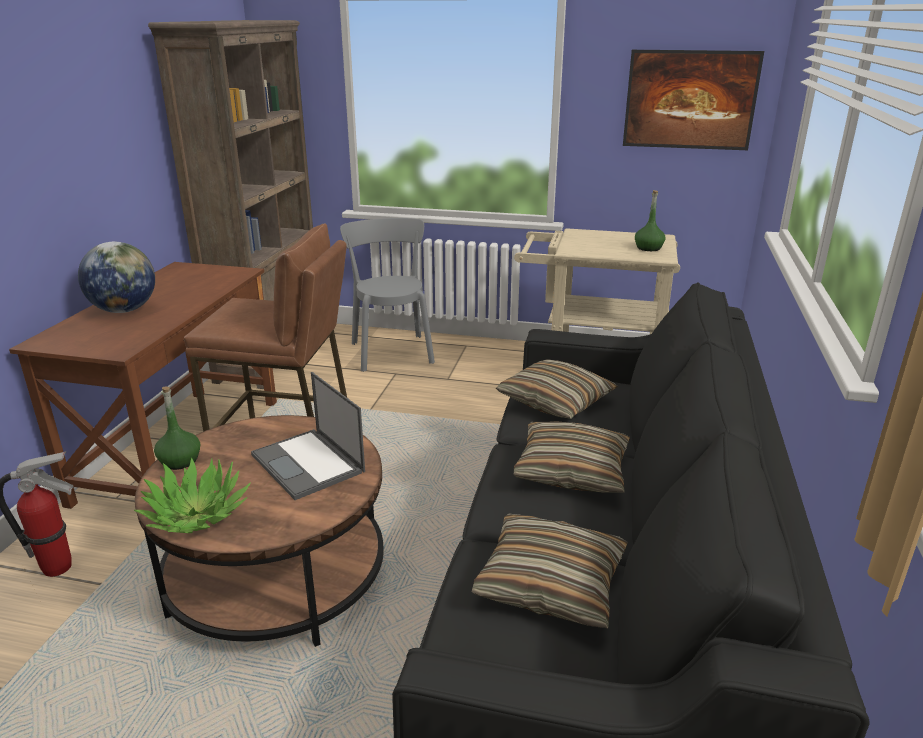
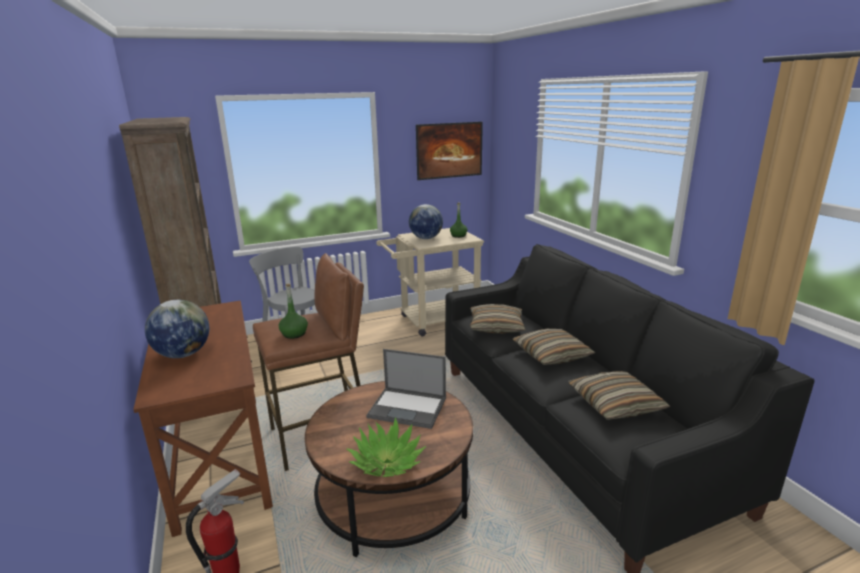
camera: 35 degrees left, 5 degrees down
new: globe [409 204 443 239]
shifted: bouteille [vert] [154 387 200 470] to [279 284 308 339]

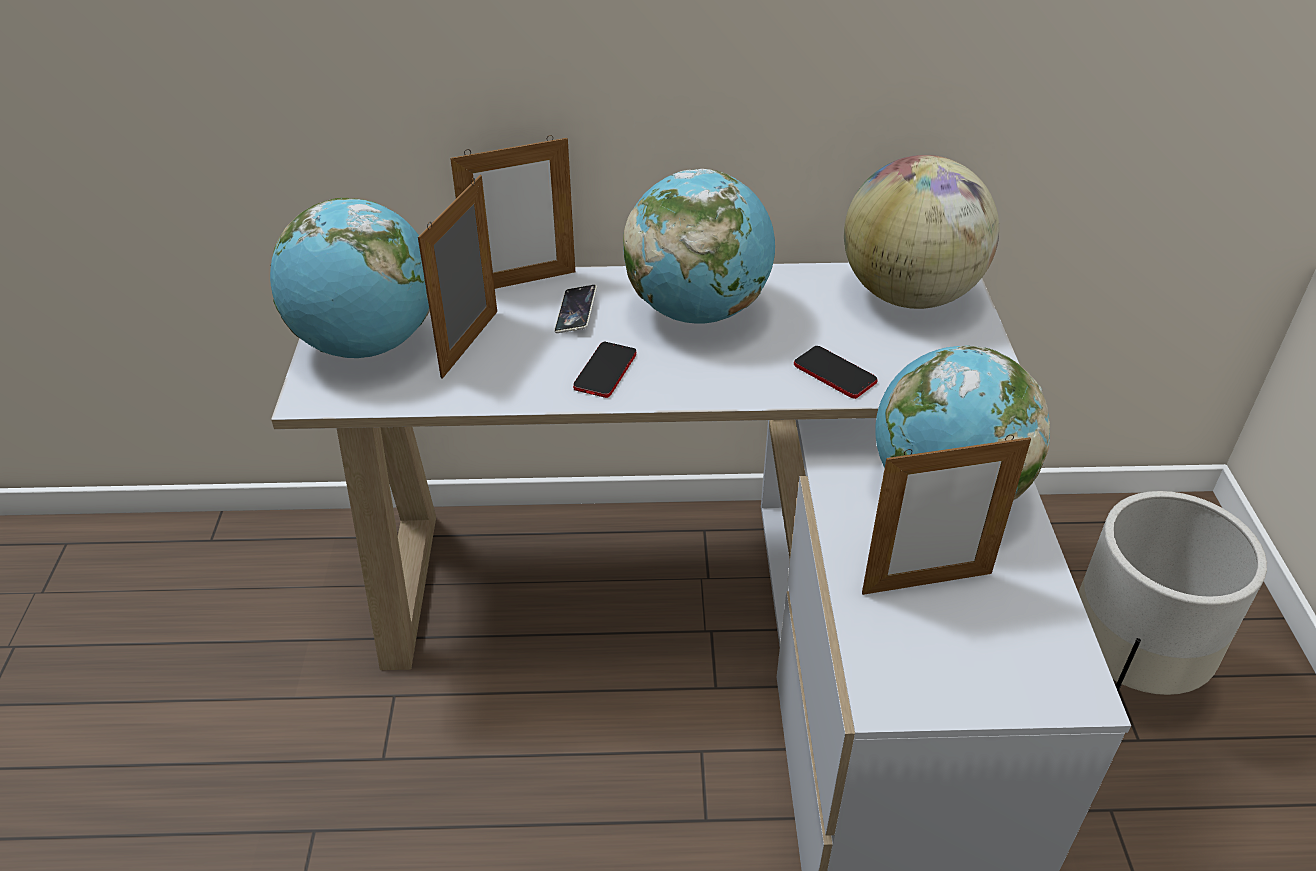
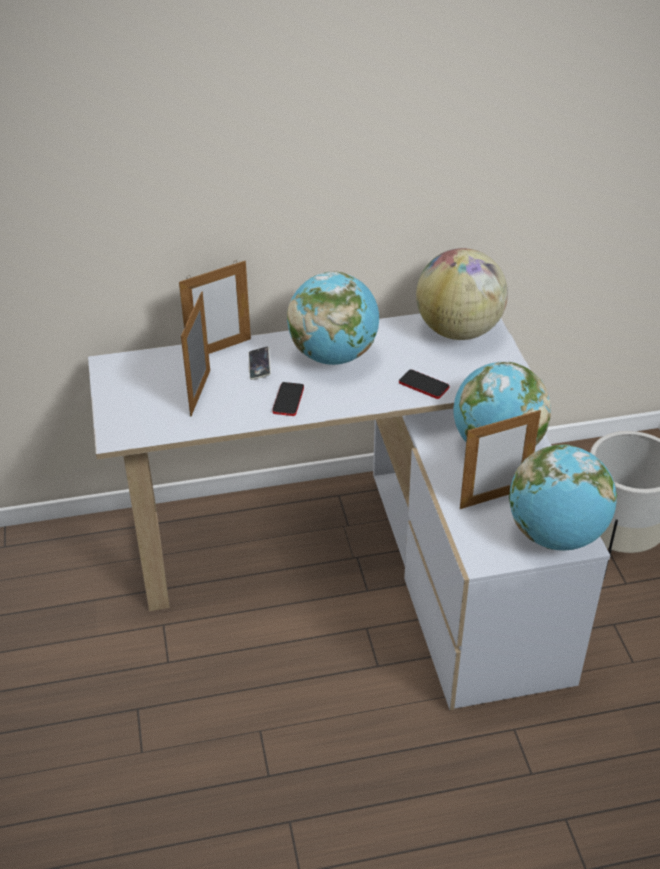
camera: 10 degrees left, 0 degrees up
shifted: globe [270 198 430 358] to [509 445 617 550]

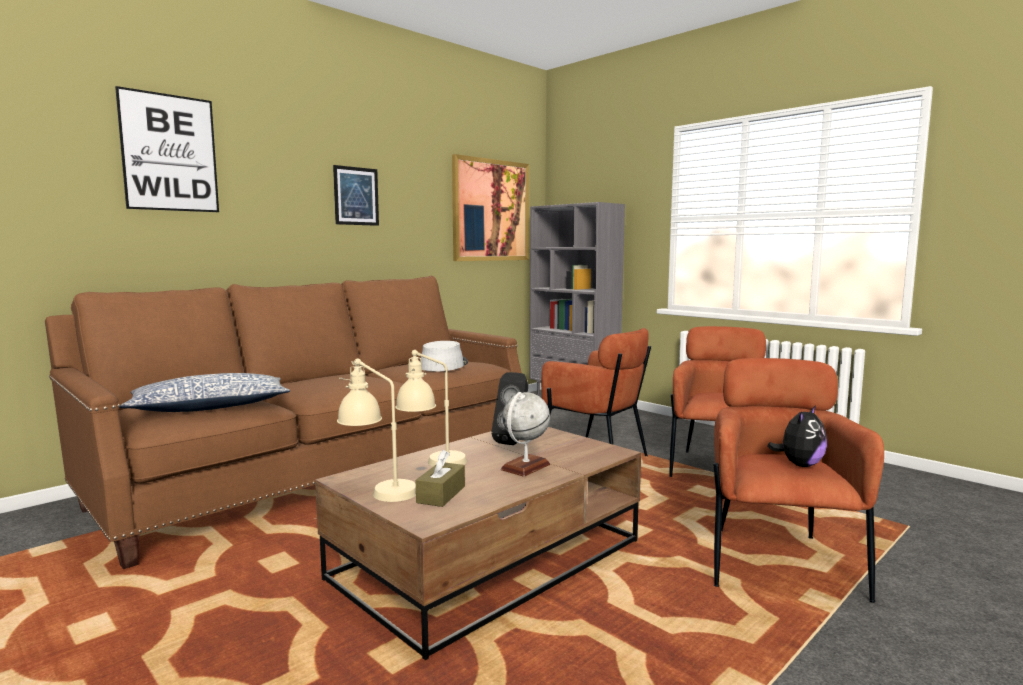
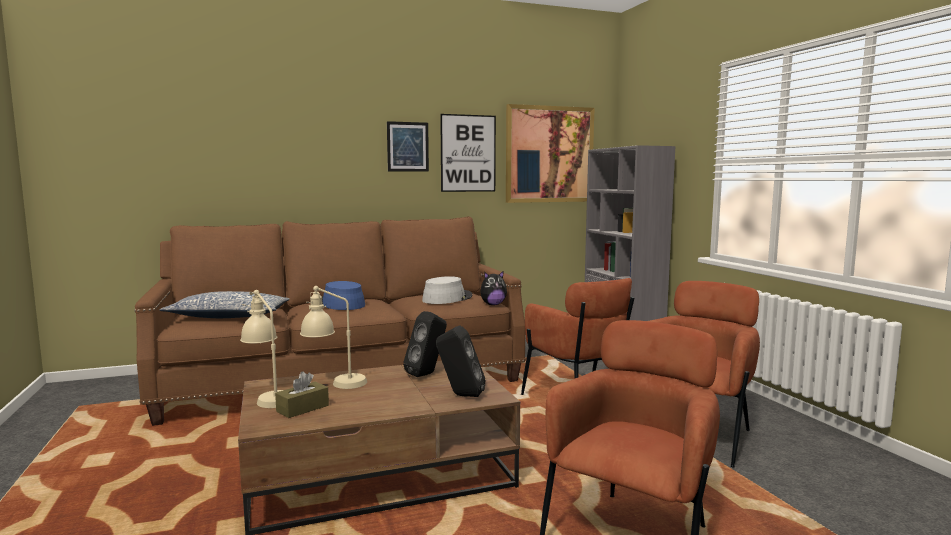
camera: 25 degrees right, 0 degrees up
gone: globe [501 392 550 477]
new: chapeau [bleu] [322 281 365 310]; enceinte [noir] [436 325 486 397]
shifted: tableau [115 86 219 212] to [440 114 496 192]; peluche [767 405 827 467] to [480 271 507 305]

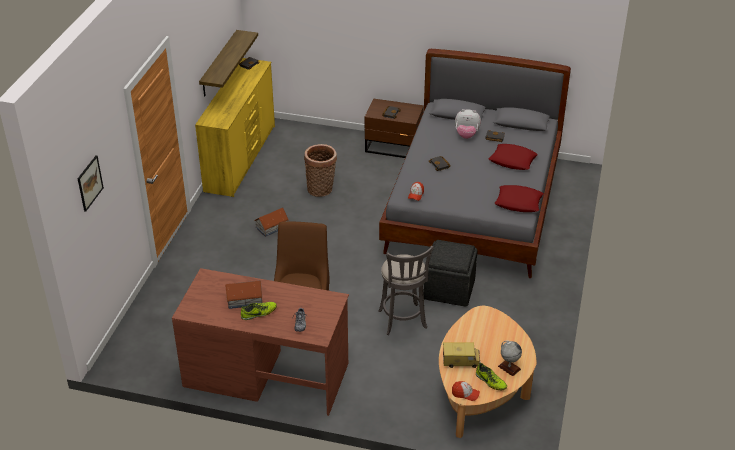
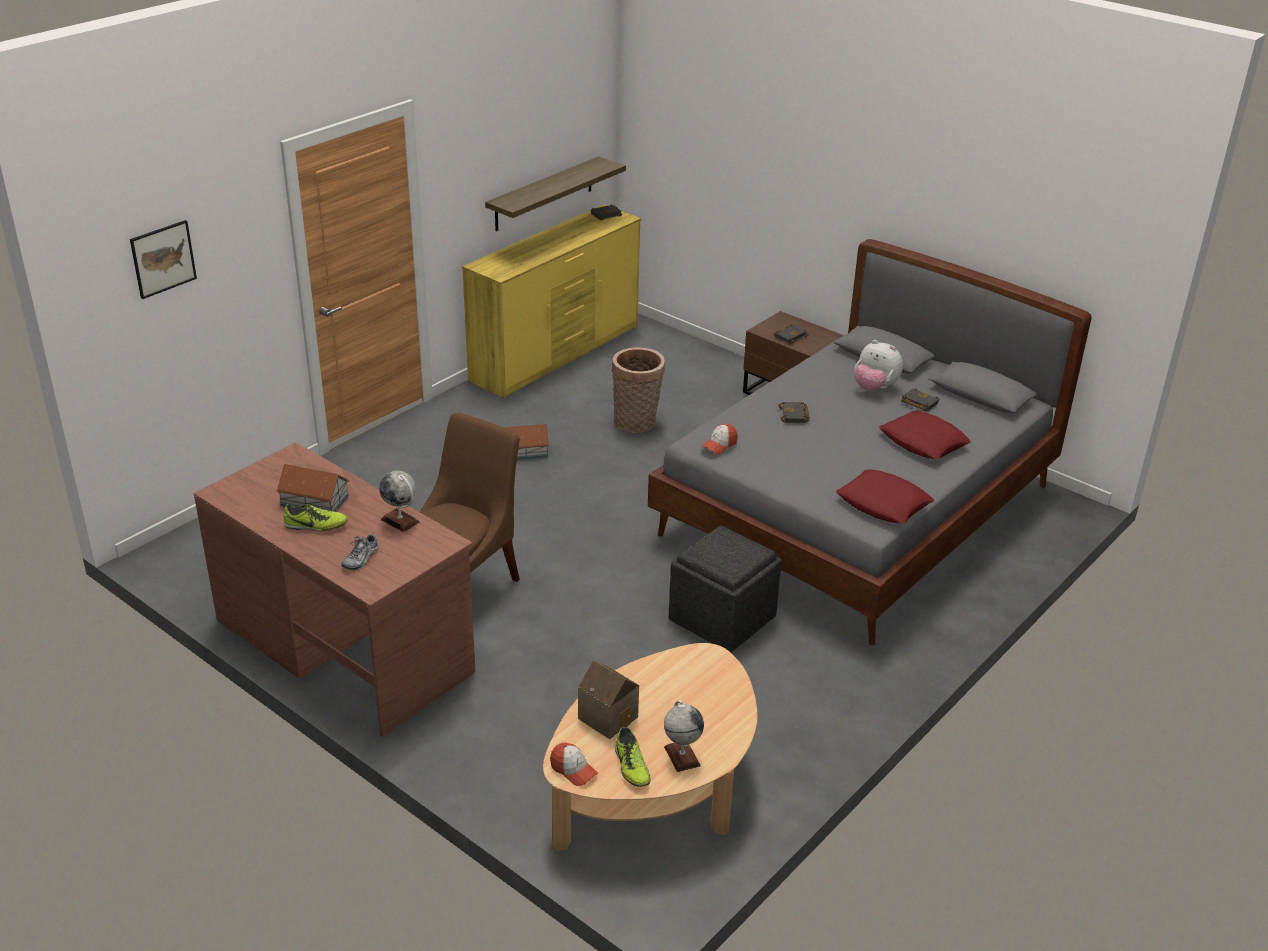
camera: 25 degrees right, 5 degrees down
gone: tabouret [gris] [378 246 433 335]
new: globe [379 471 420 532]
swapped: camion jouet [443 342 481 368] to maison miniature [578 660 639 739]

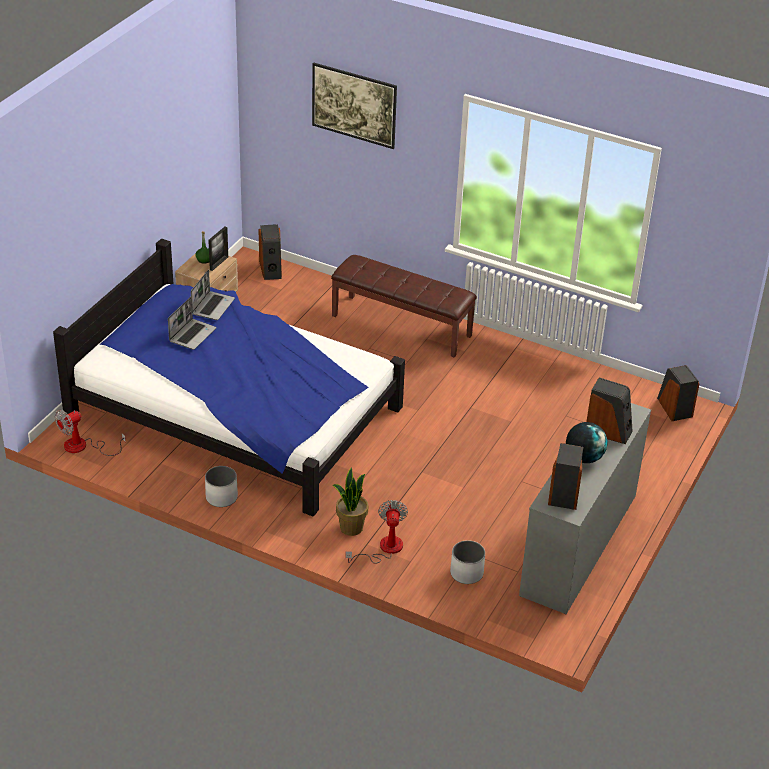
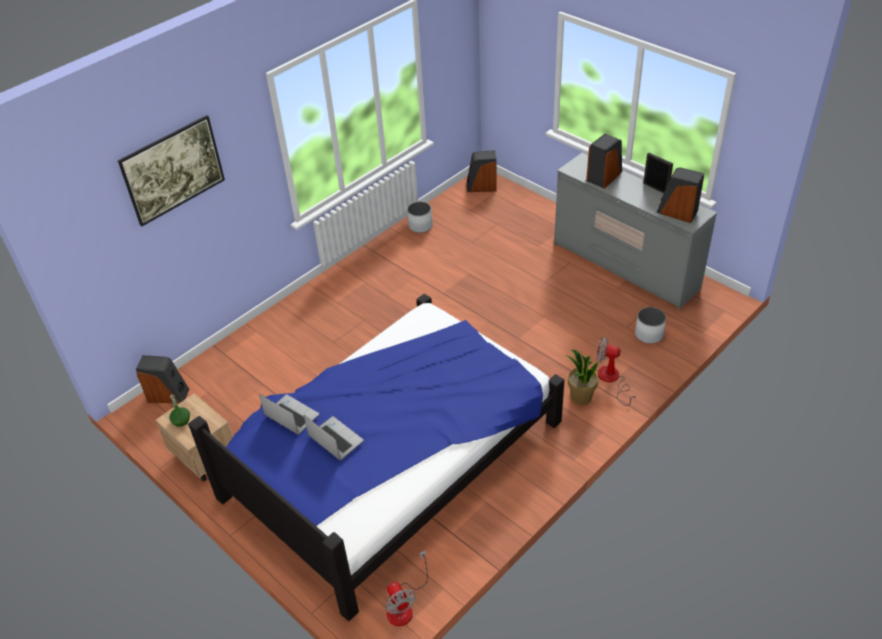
camera: 70 degrees left, 5 degrees up
gone: banc [marron] [331 255 477 357]; globe [566 422 608 463]
shifted: cache-pot [blanc] [205 466 238 507] to [407 202 433 233]; cadre photo [208 226 228 271] to [643 153 673 193]

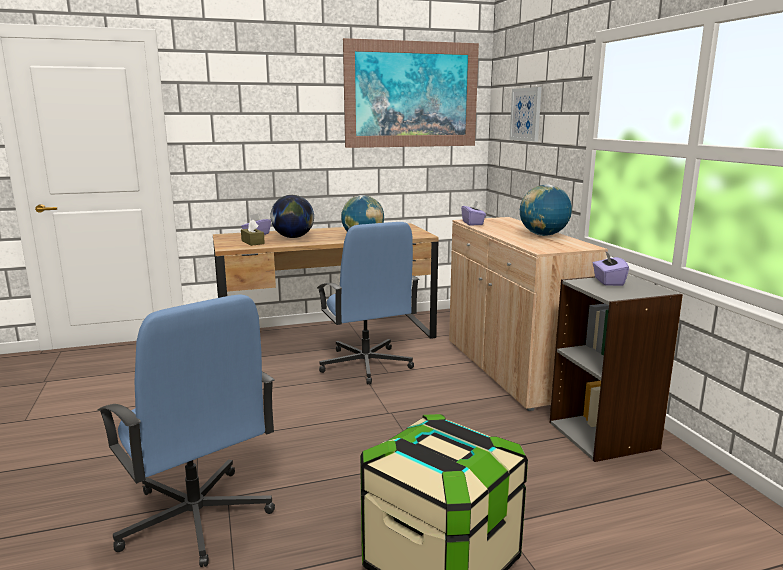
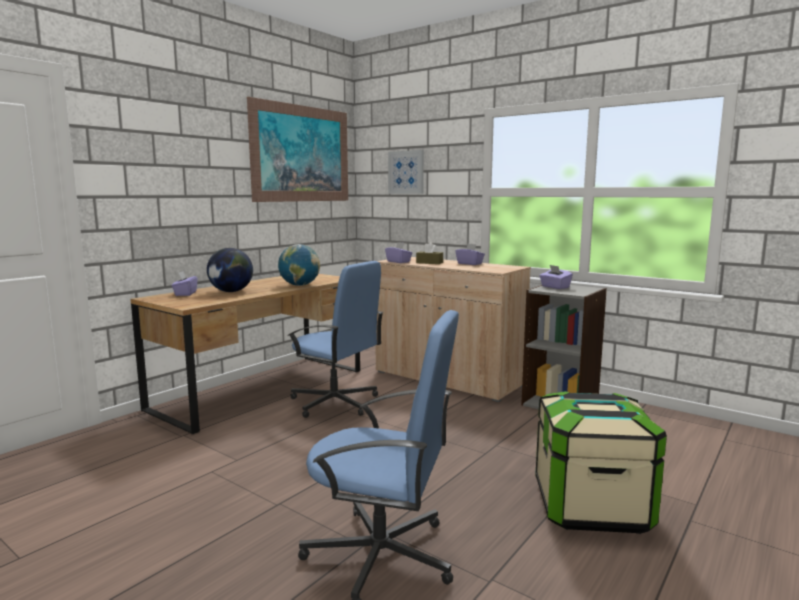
camera: 35 degrees left, 5 degrees down
shifted: boîte à mouchoirs [marron] [241 219 265 246] to [416 242 443 264]
swapped: globe [520 184 572 236] to boîte à mouchoirs [violet] [455 244 485 265]

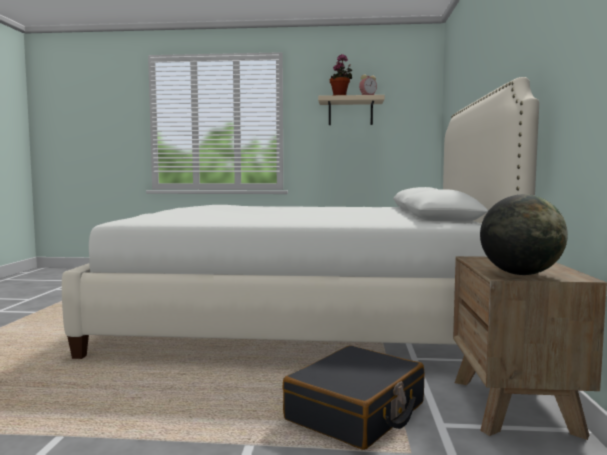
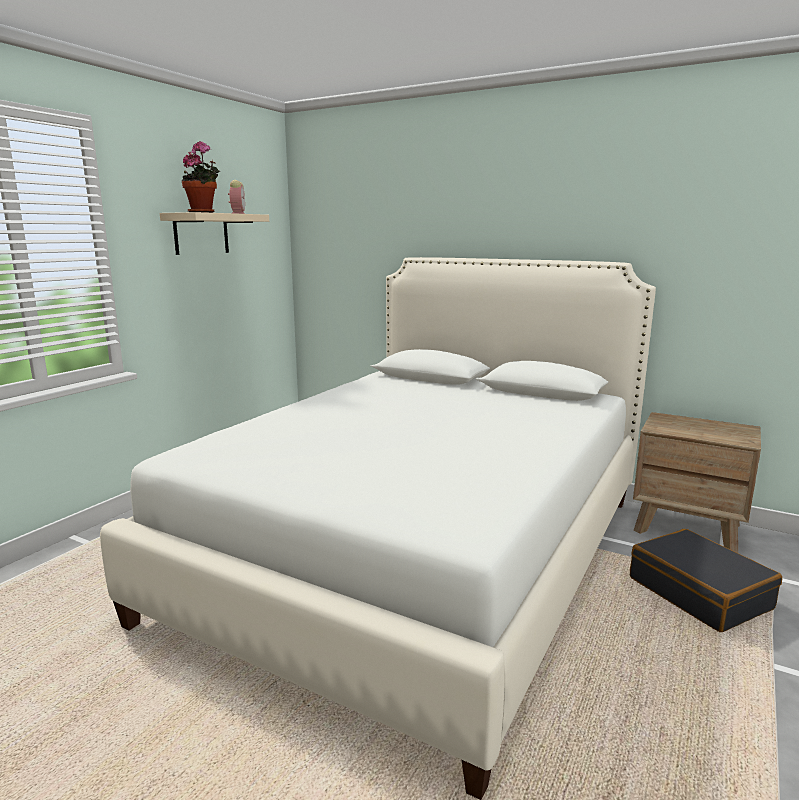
camera: 65 degrees left, 10 degrees up
gone: globe [480 194 568 275]

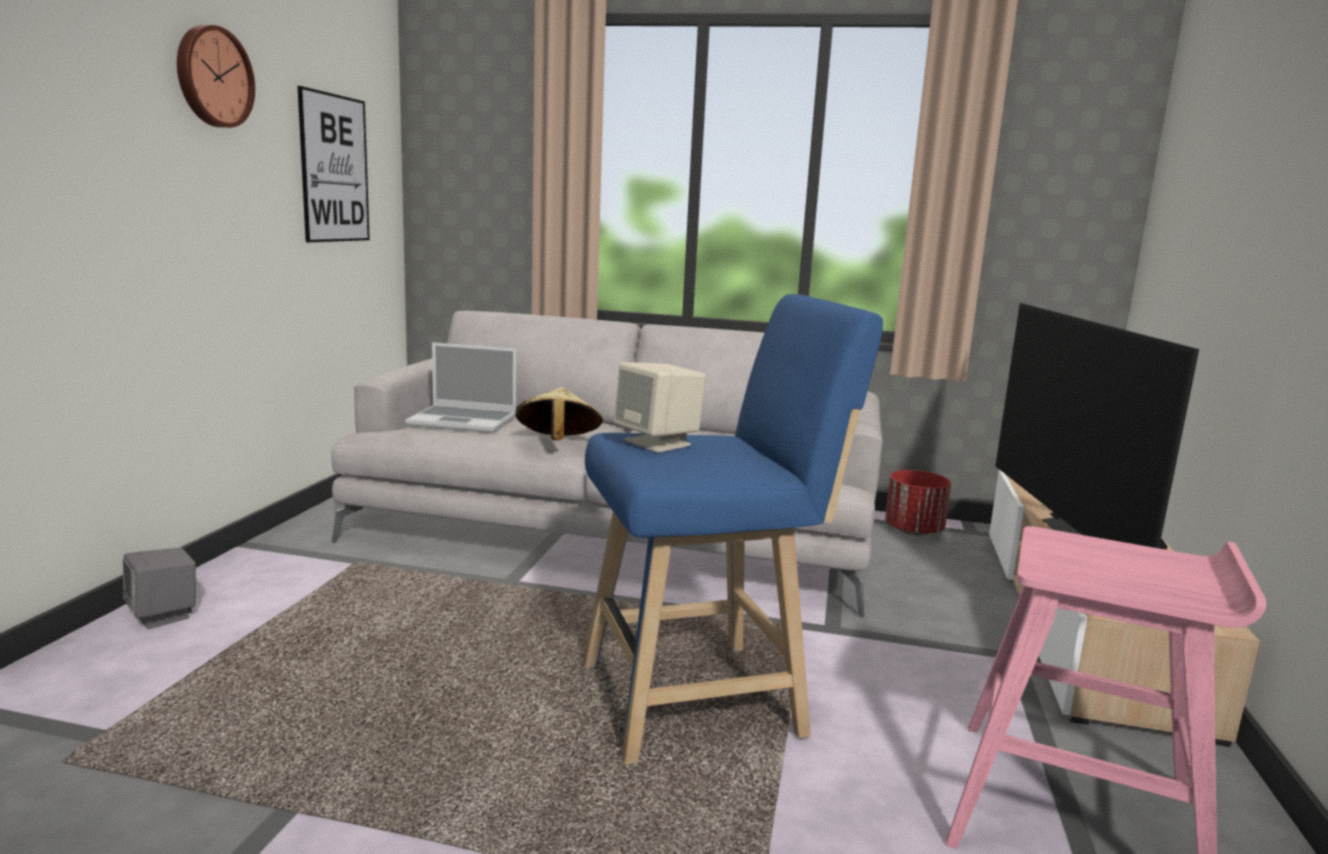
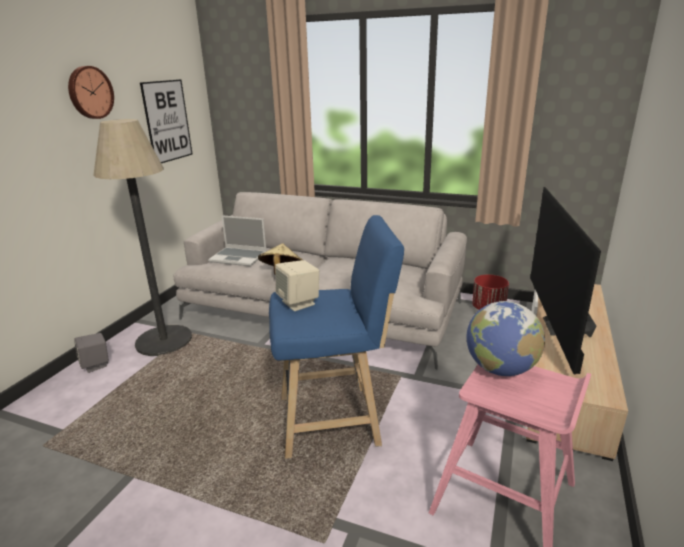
camera: 10 degrees right, 10 degrees up
new: lampadaire [93 119 192 356]; globe [467 301 545 376]

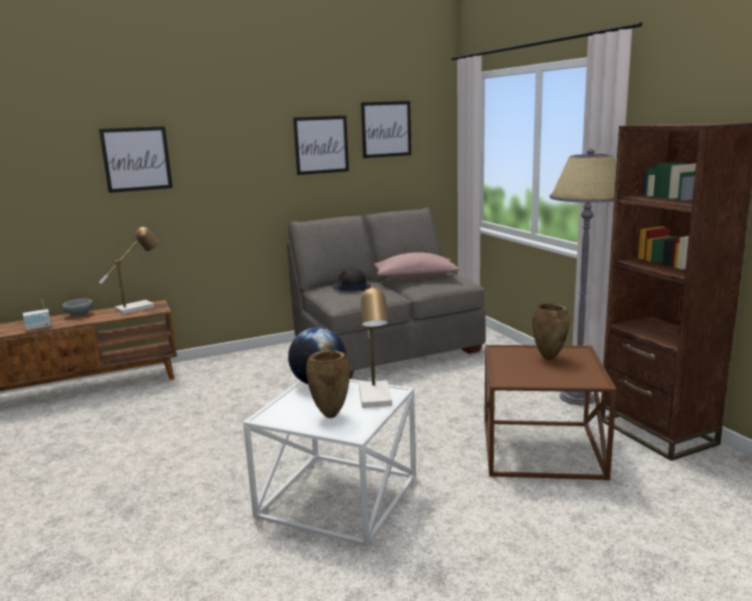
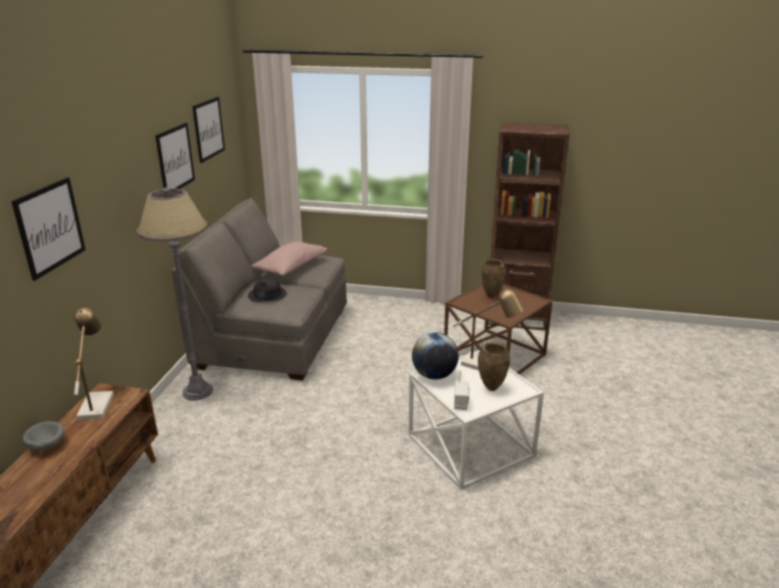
camera: 55 degrees left, 10 degrees up
shifted: radio [23 298 51 331] to [454 371 470 410]; lampadaire [gris] [550 149 617 405] to [137 188 213 400]

